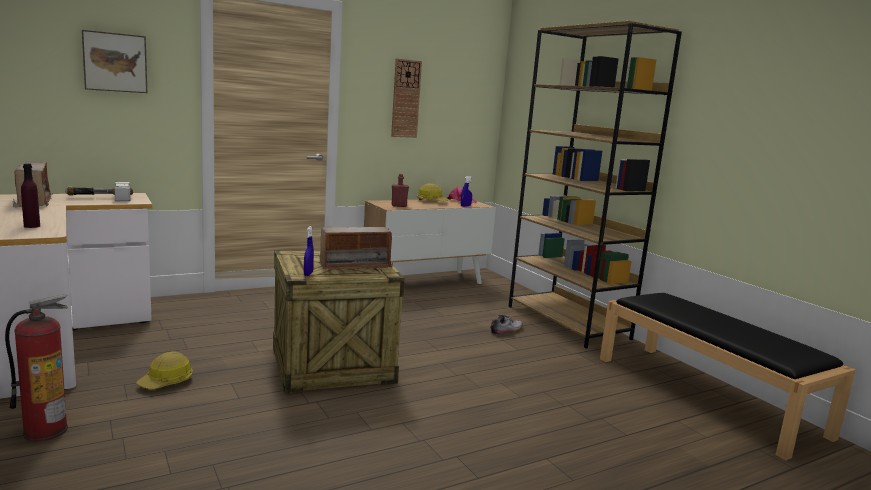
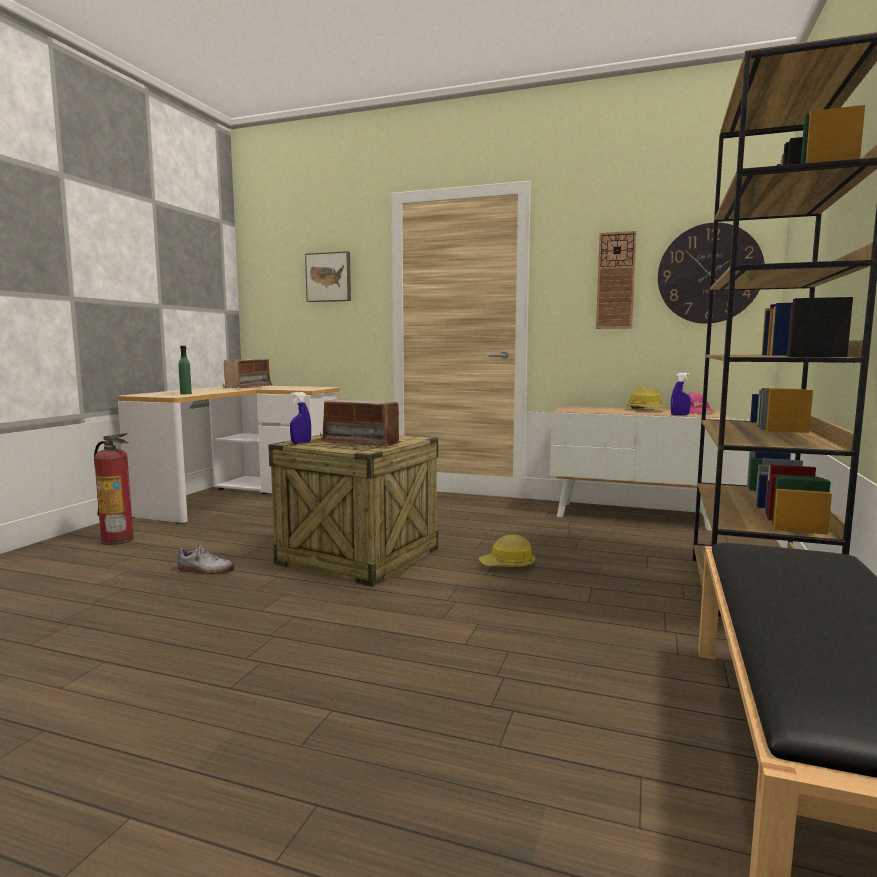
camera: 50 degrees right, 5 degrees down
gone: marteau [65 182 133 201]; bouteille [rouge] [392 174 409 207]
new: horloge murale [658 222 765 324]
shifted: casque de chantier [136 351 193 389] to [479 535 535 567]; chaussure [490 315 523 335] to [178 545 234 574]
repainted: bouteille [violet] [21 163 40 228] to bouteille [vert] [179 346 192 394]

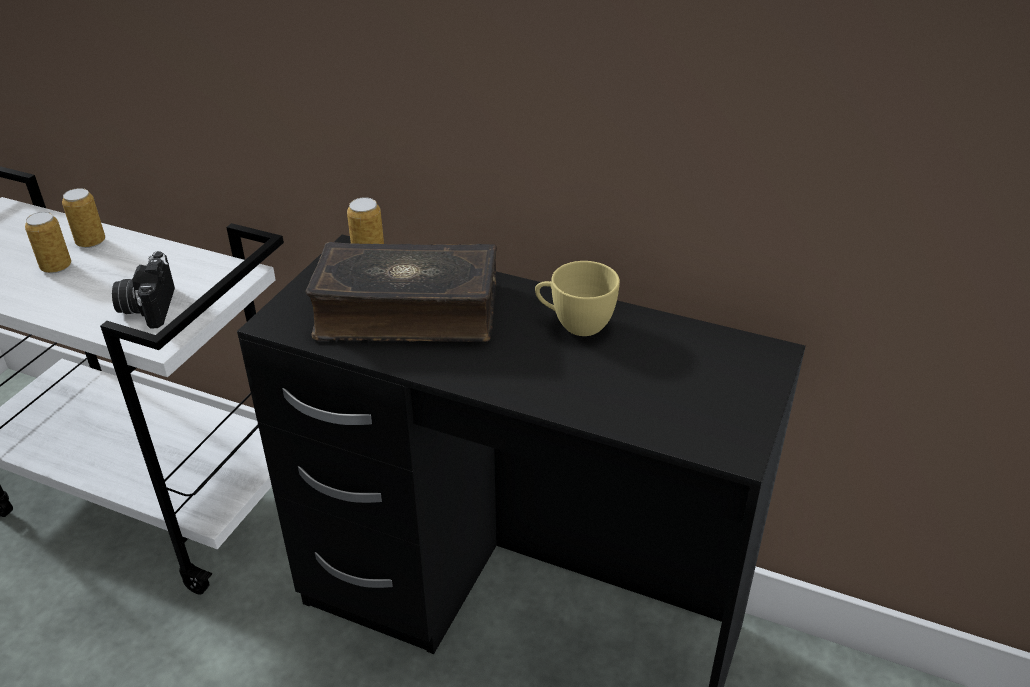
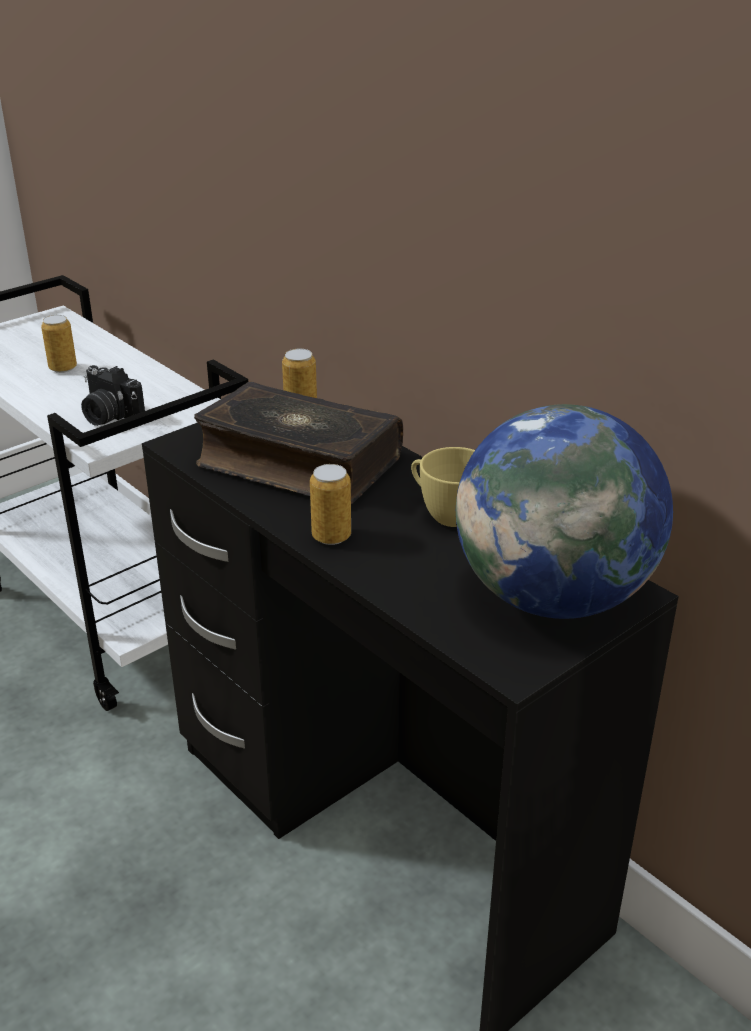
camera: 25 degrees right, 5 degrees down
new: globe [456 404 673 619]
shifted: boîte métallique [62 188 105 248] to [310 464 351 545]
rotated: appareil photo [112 251 175 329] = [81 365 145 426] 75 degrees counterclockwise

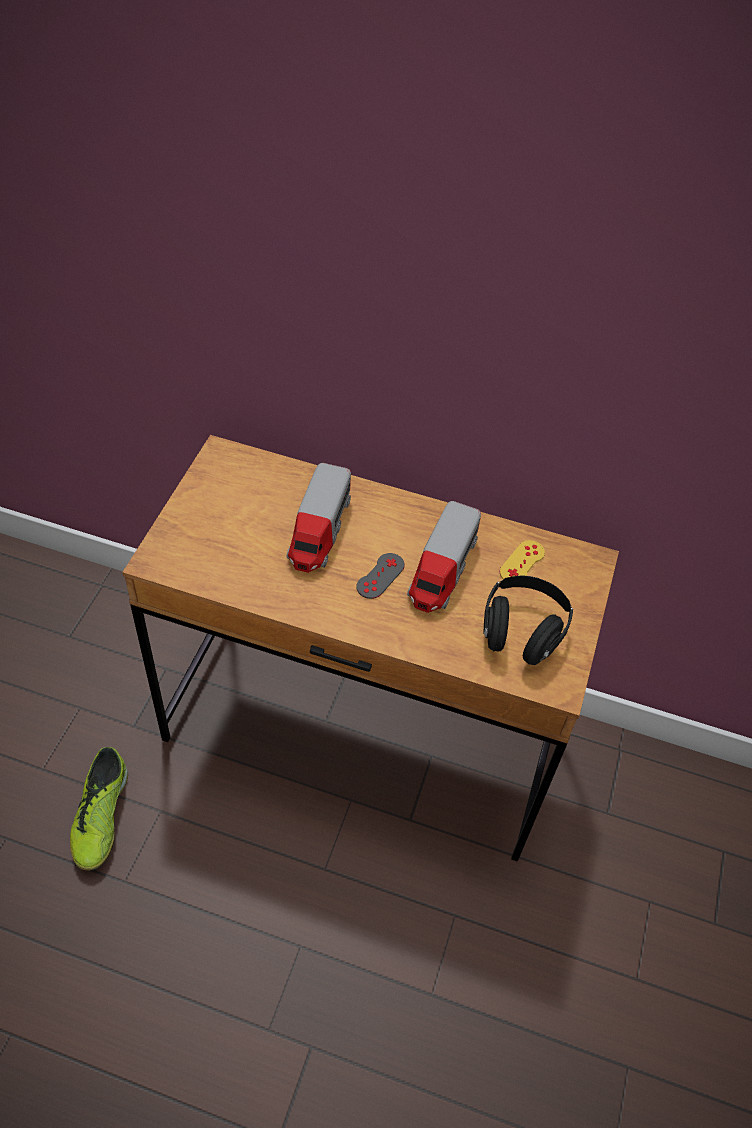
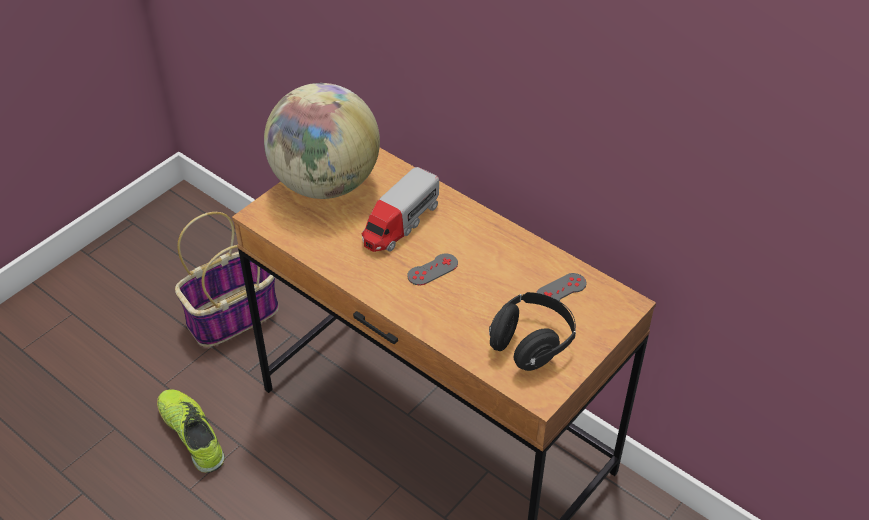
camera: 25 degrees right, 5 degrees down
gone: camion jouet [407 501 481 613]
new: panier [175 212 279 347]; globe [264 83 380 199]
repainted: manette [jaune] [500 540 545 579] to manette [gris] [536 273 586 301]
rotated: chaussure [70 747 128 871] = [157 389 225 473] 120 degrees clockwise

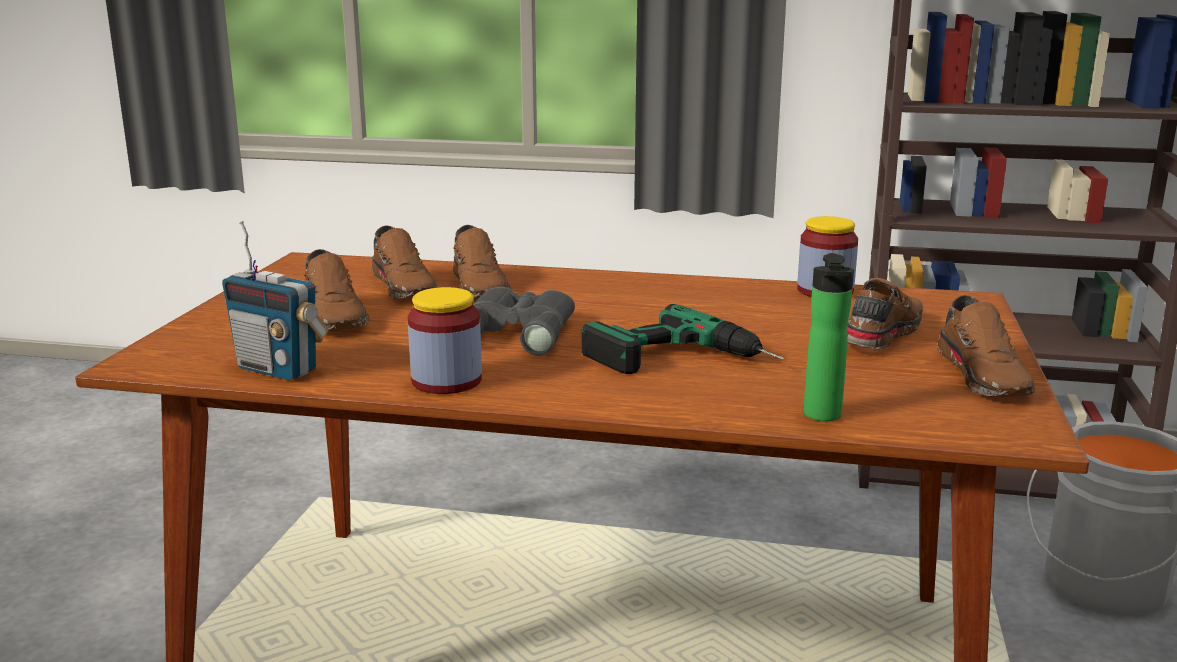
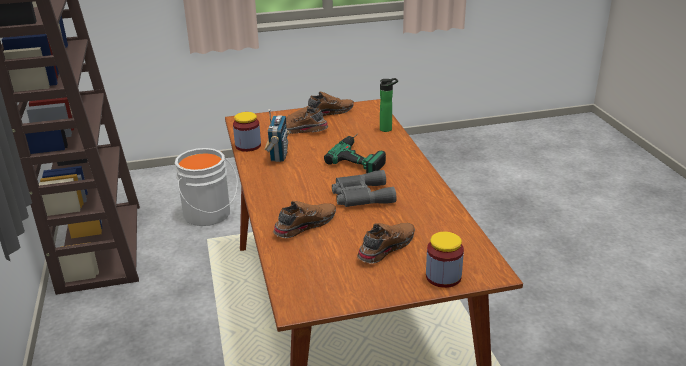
camera: 115 degrees left, 10 degrees up
gone: chaussure [marron] [372 226 438 299]
shifted: radio [222 221 329 381] to [264 109 290 162]; bocal [408 287 482 394] to [426 232 464 288]

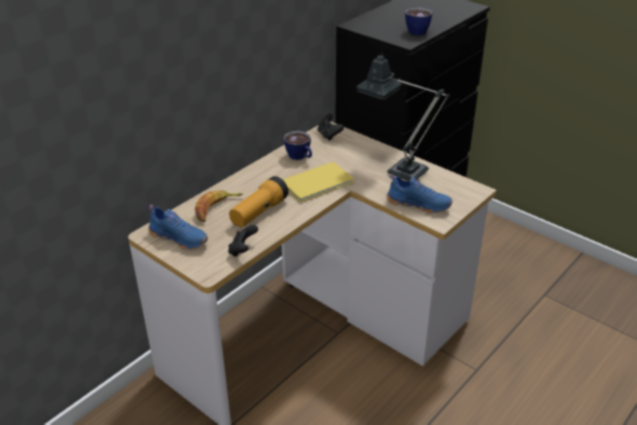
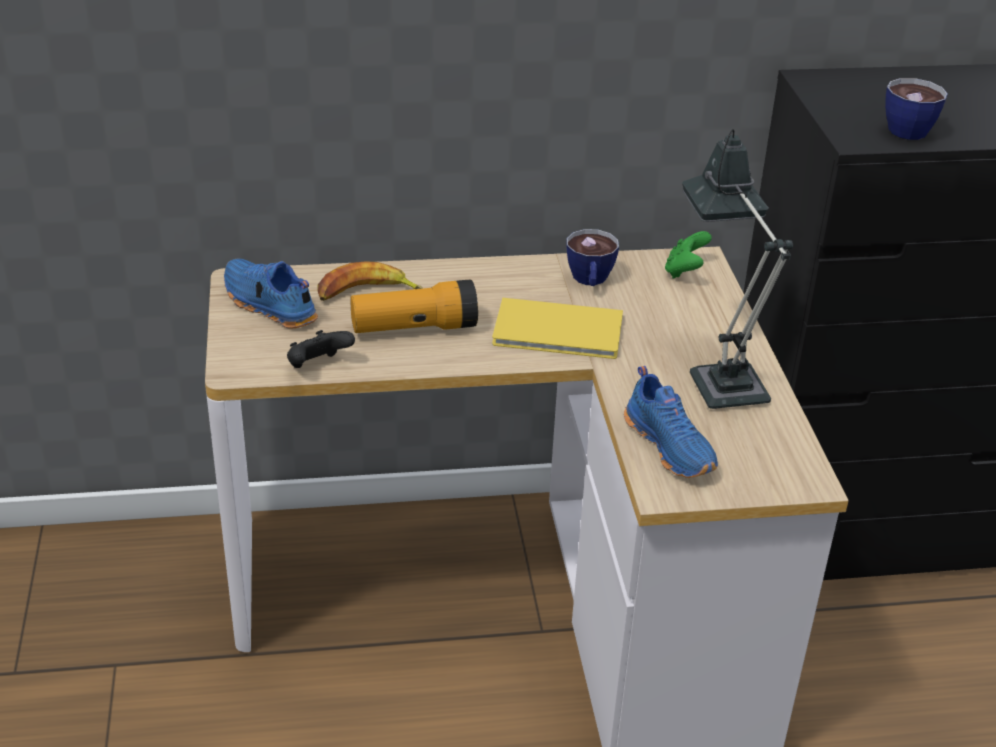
camera: 40 degrees right, 0 degrees up
repainted: manette [noir] [318 114 344 141] to manette [vert] [665 231 712 279]
rotated: chaussure [bleu] [148 204 208 250] = [224 259 318 329] 150 degrees clockwise

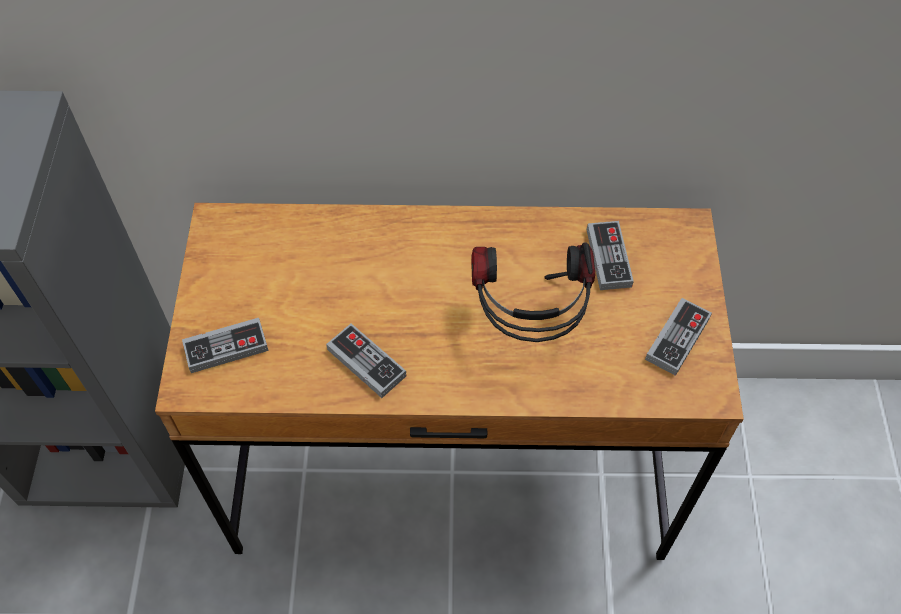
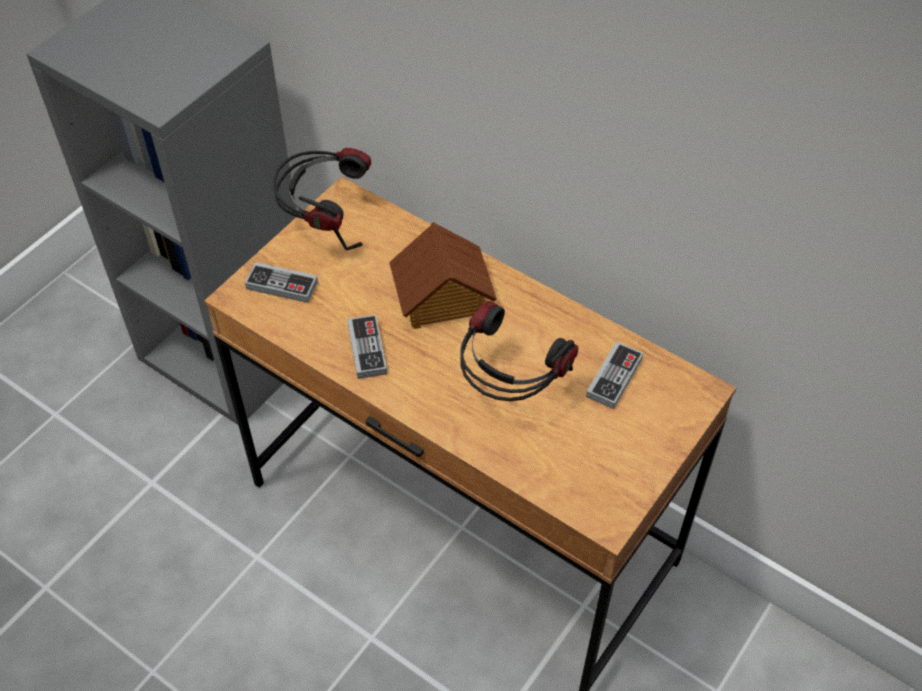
camera: 35 degrees right, 5 degrees down
gone: manette [645 298 712 376]
new: casque audio [273 148 371 250]; maison miniature [389 222 497 329]

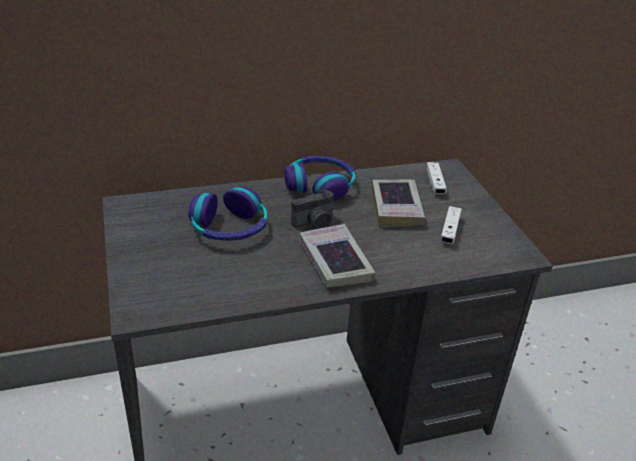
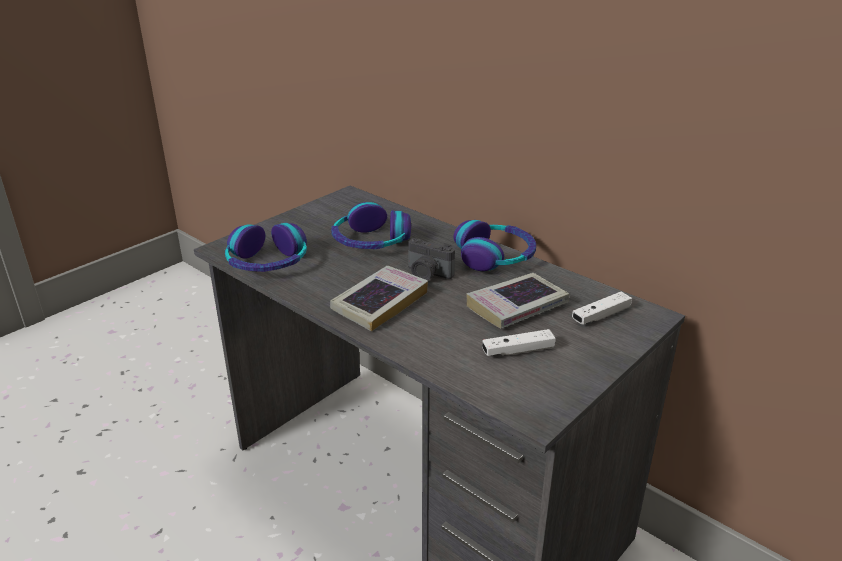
camera: 60 degrees right, 5 degrees down
new: casque audio [225 223 307 272]

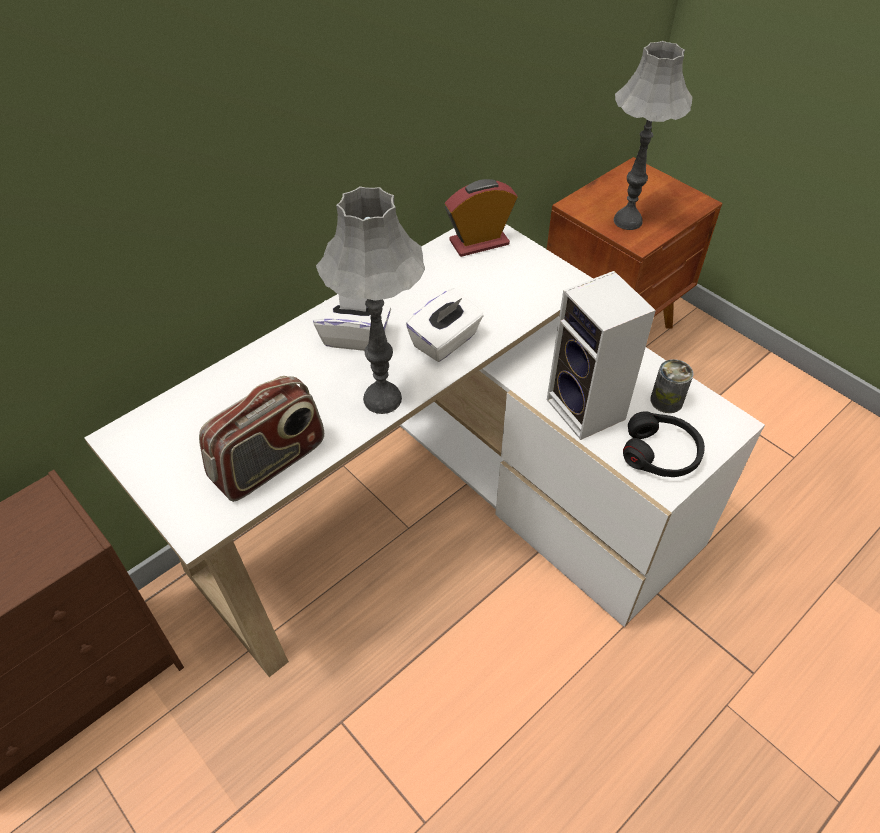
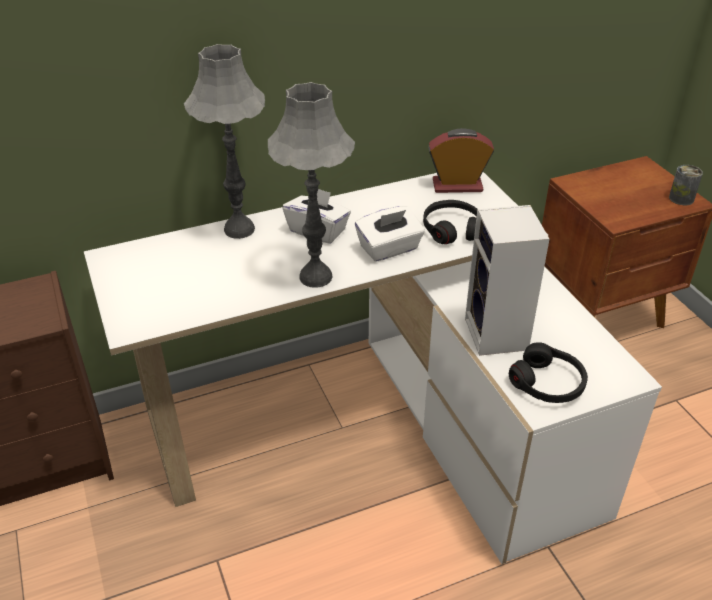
camera: 20 degrees right, 10 degrees down
gone: radio [199 376 324 502]
new: casque audio [noir] [423 200 477 244]
shifted: lampe de table [gris] [614 41 692 230] to [184 44 265 239]; boîte métallique [650 359 693 413] to [669 165 703 205]

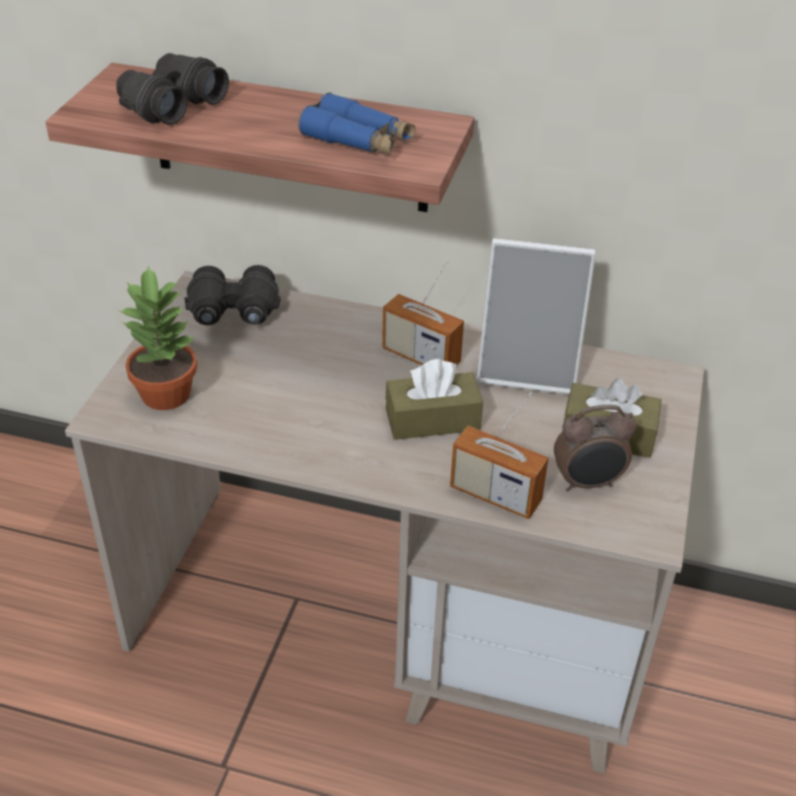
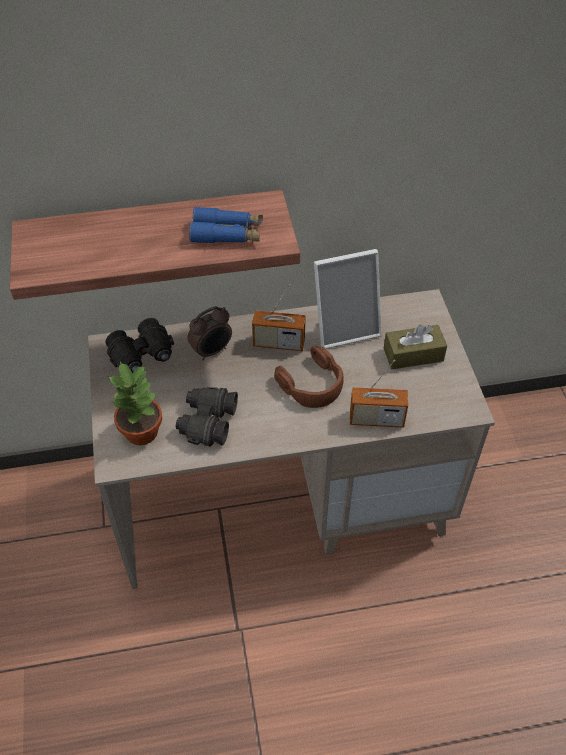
camera: 25 degrees left, 10 degrees up
shifted: jumelles [noir] [116 53 229 125] to [176 387 238 447]; réveil [554 405 636 491] to [188 306 232 360]
swapped: boîte à mouchoirs [marron] [386 359 483 440] to casque audio [marron] [274 346 344 408]

